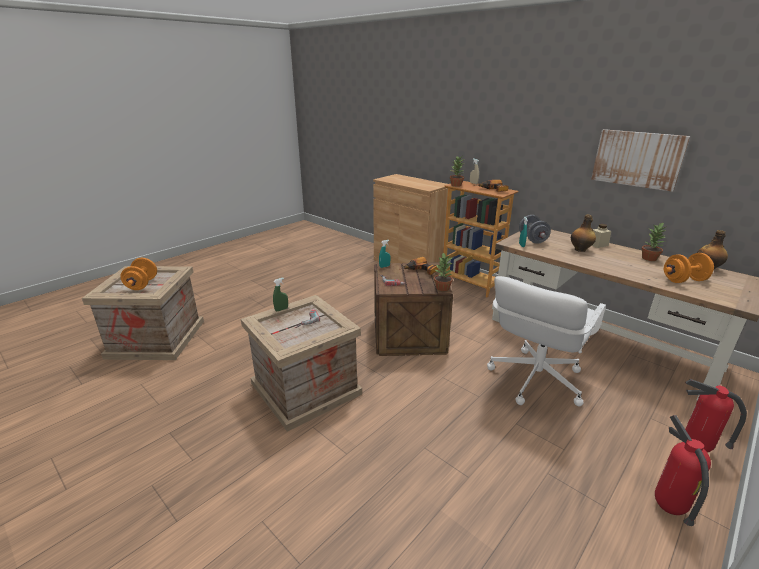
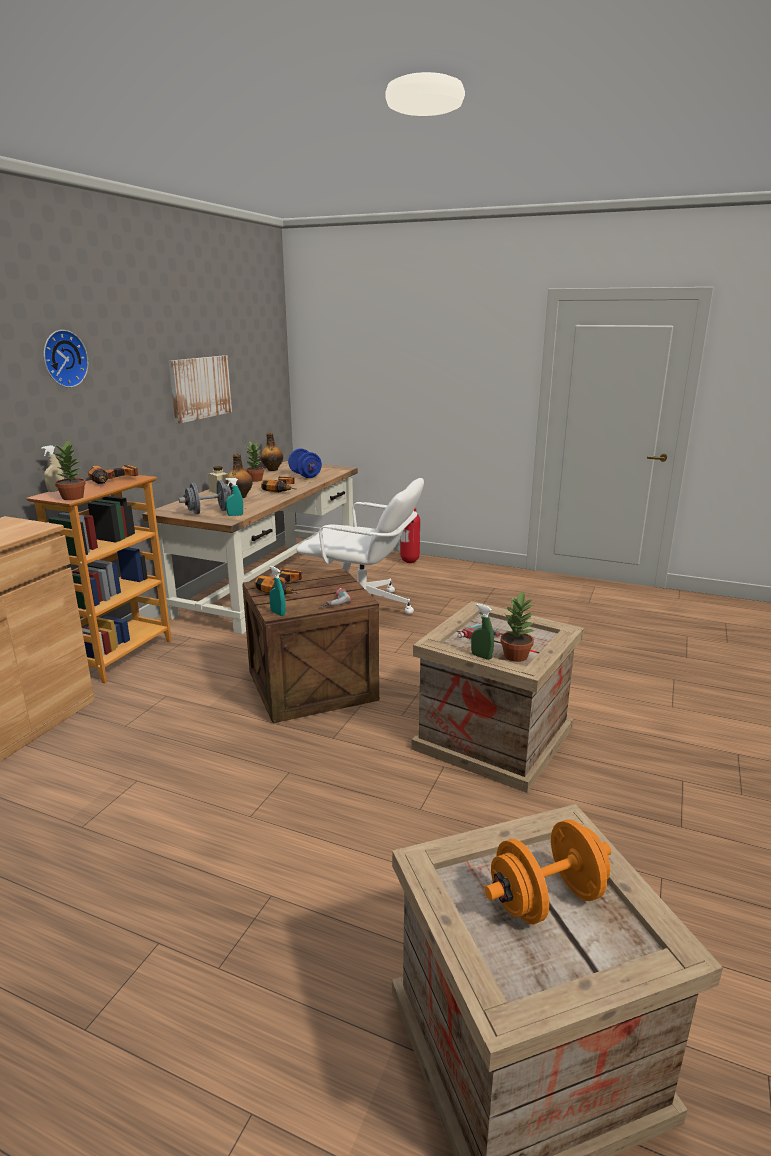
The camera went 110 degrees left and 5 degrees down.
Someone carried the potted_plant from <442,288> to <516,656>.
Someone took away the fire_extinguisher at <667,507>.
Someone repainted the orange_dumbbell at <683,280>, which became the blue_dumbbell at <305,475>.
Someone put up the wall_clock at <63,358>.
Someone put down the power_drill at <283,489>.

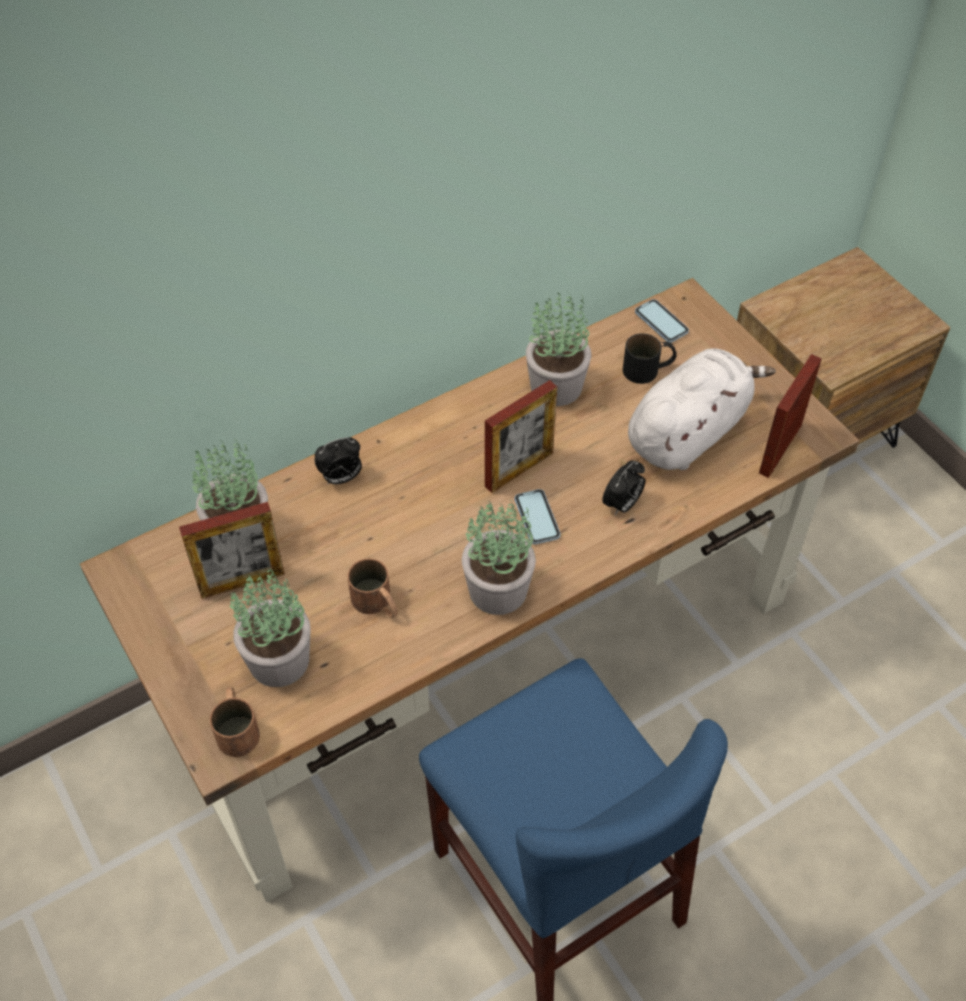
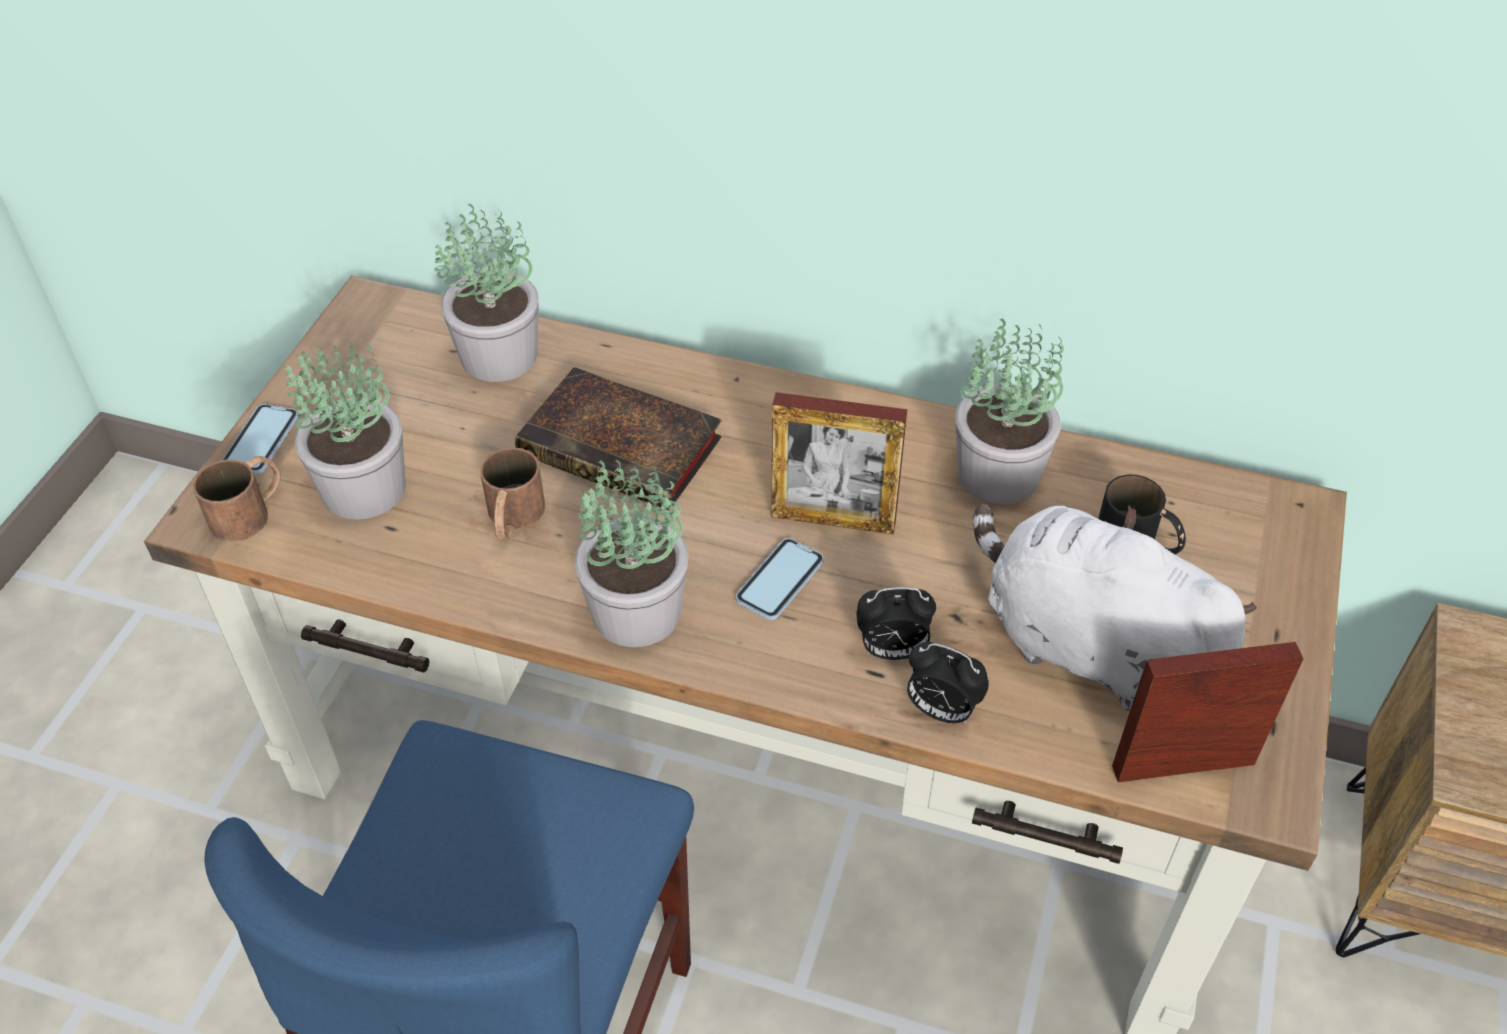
The camera went 50 degrees right and 5 degrees down.
Someone took away the picture_frame at <242,581>.
Someone carried the alarm_clock from <341,478> to <940,710>.
Someone rotated the white_plush_toy at <689,432> by 150 degrees counterclockwise.
Someone carried the phone from <661,322> to <261,441>.
Someone put down the book at <625,447>.

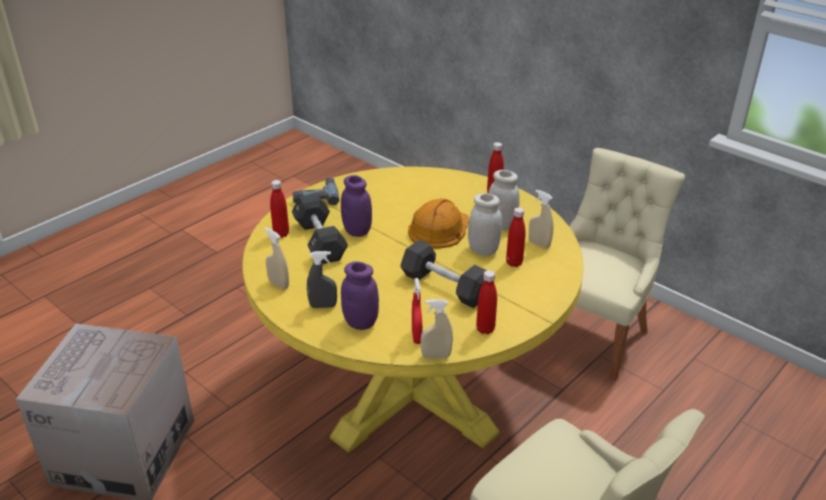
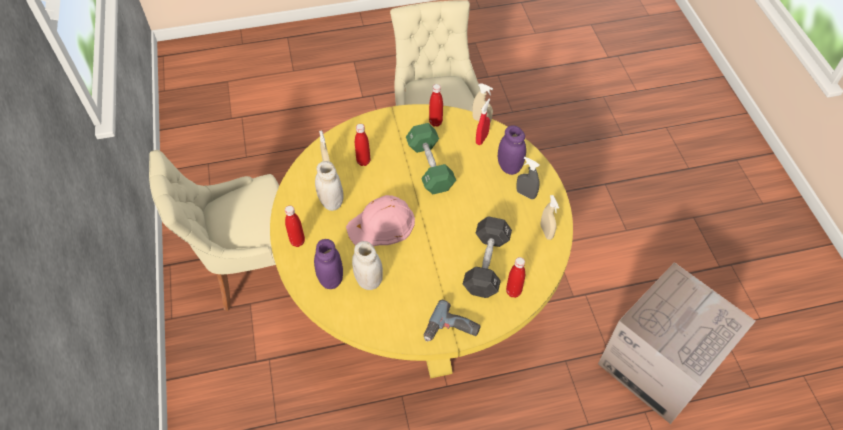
The camera went 145 degrees left and 20 degrees up.
Someone carried the purple_jar from <357,231> to <331,279>.
Someone repainted the black_dumbbell at <445,286>, which became the green_dumbbell at <430,166>.
Someone repainted the orange_hard_hat at <439,228>, which became the pink_hard_hat at <382,225>.
Someone carried the white_jar from <483,250> to <369,280>.

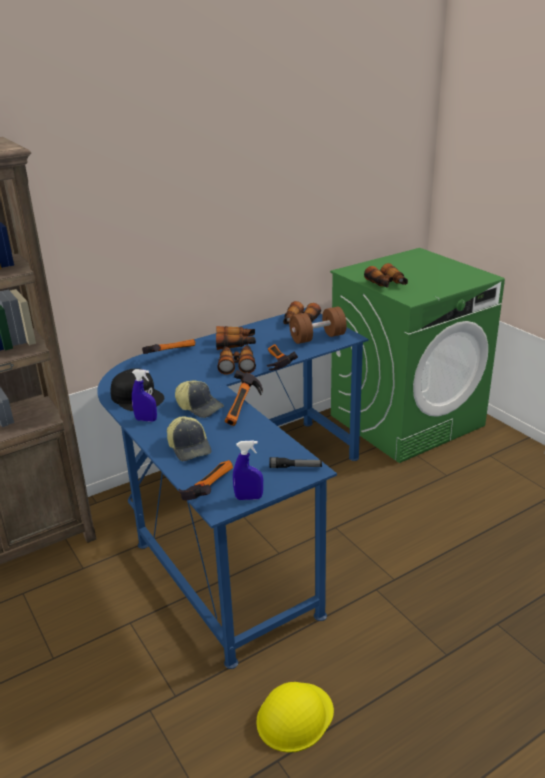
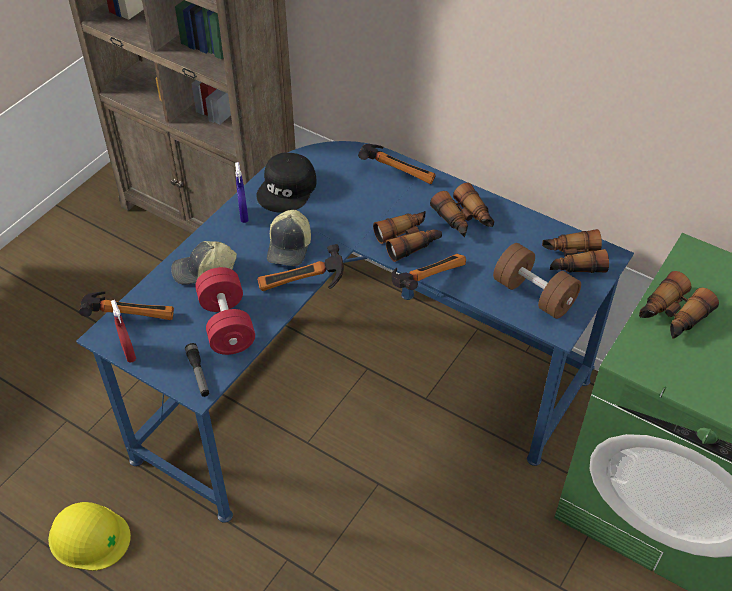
The camera went 65 degrees right and 20 degrees up.
Someone rotated the cap at <190,447> by 45 degrees clockwise.
Someone repainted the blue_spray_bottle at <249,498>, which became the red_spray_bottle at <129,353>.
Someone put down the red_dumbbell at <227,324>.

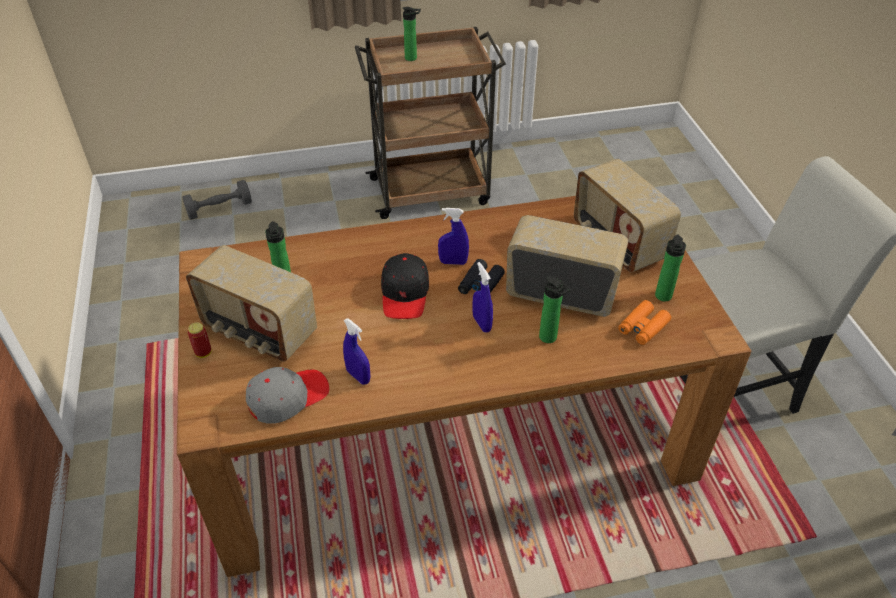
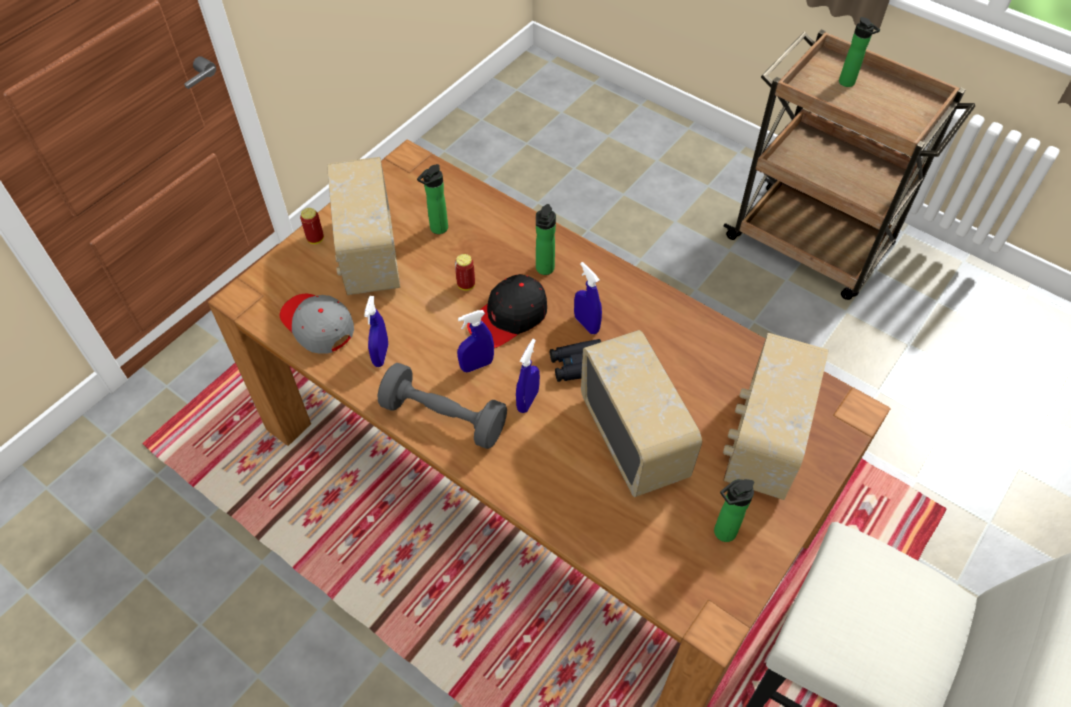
The camera went 50 degrees right and 10 degrees up.
Someone carried the grey_dumbbell from <219,209> to <444,417>.
Someone rotated the grey_cap at <287,397> by 150 degrees counterclockwise.
Someone carried the bottle from <550,338> to <544,270>.
Someone took away the orange_binoculars at <643,327>.
Someone put down the can at <466,285>.
Someone put down the blue_spray_bottle at <477,365>.

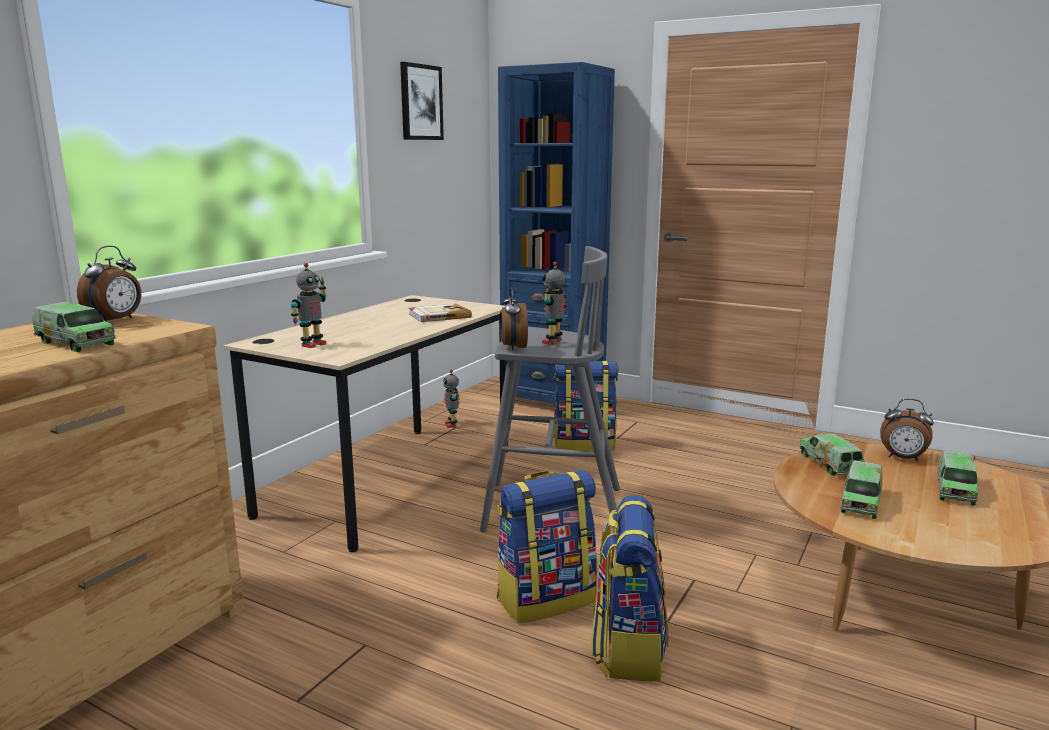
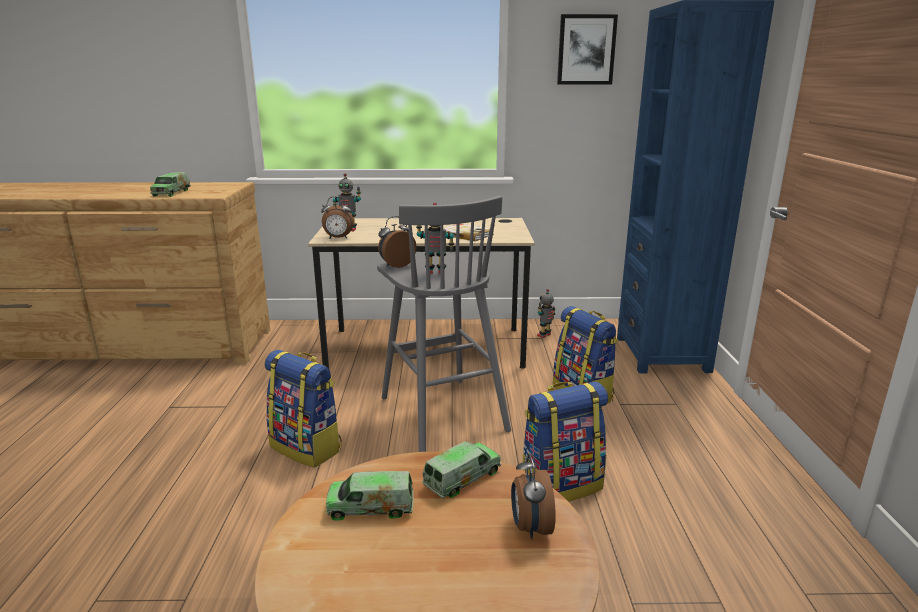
The camera went 60 degrees right and 5 degrees up.
Someone carried the alarm_clock from <116,320> to <338,238>.
Someone carried the backpack from <628,648> to <560,485>.
Someone took away the toy_truck at <955,490>.

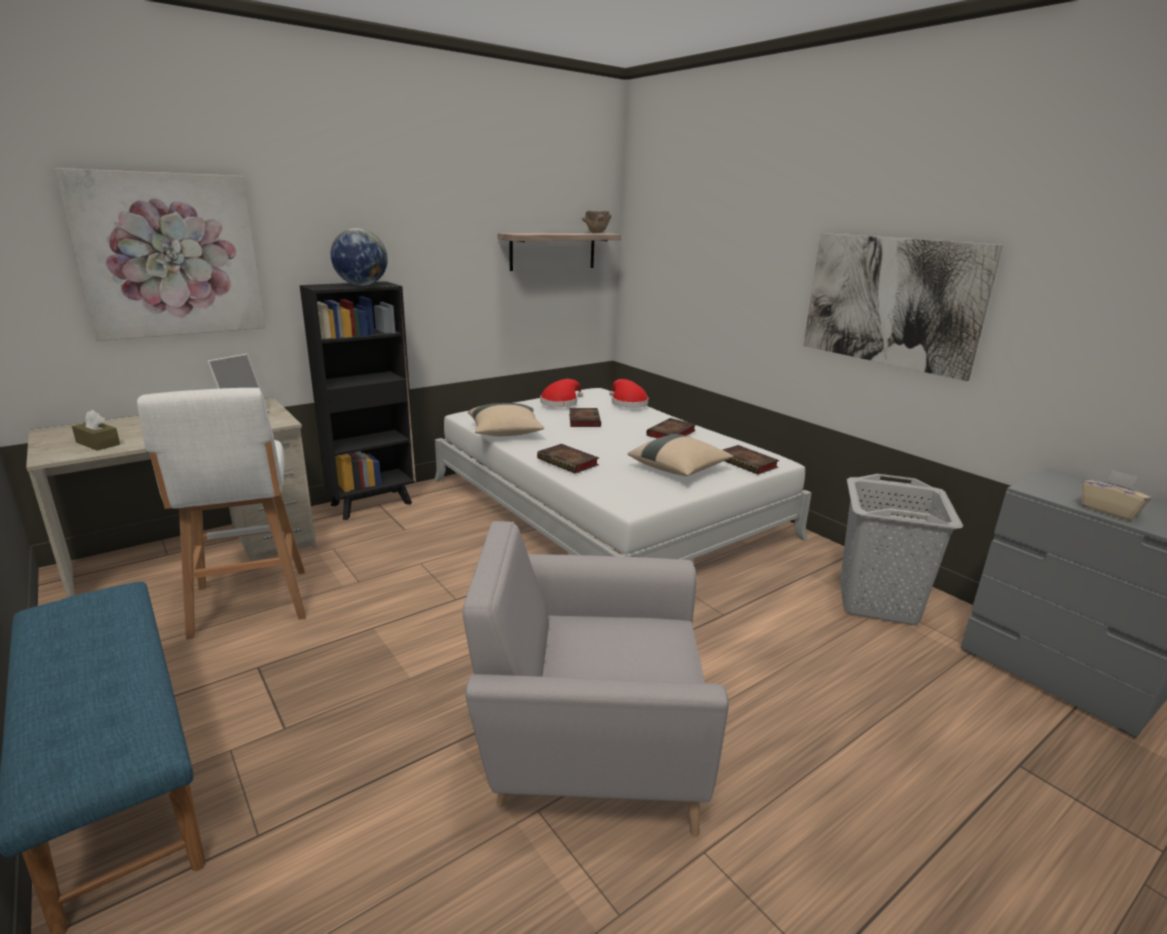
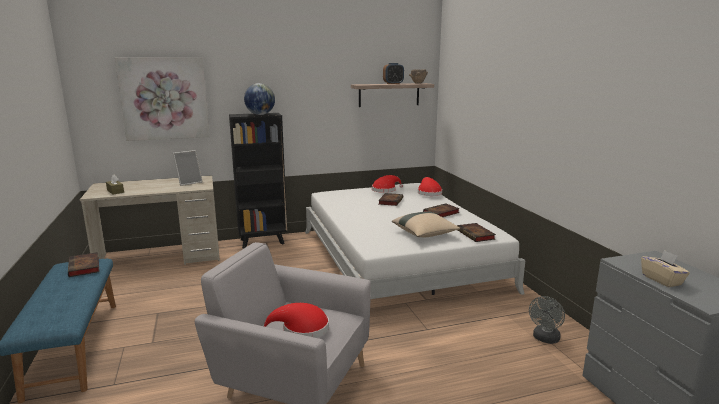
The camera went 20 degrees right and 5 degrees down.
Someone took away the white_stool at <250,605>.
Someone took away the beige_pillow at <505,433>.
Someone carried the book from <569,462> to <84,267>.
Someone took away the picture at <891,301>.
Someone swapped the grey_laundry_basket at <878,602> for the grey_fan at <545,339>.
Someone put down the red_hat at <301,329>.
Someone put down the alarm_clock at <393,84>.

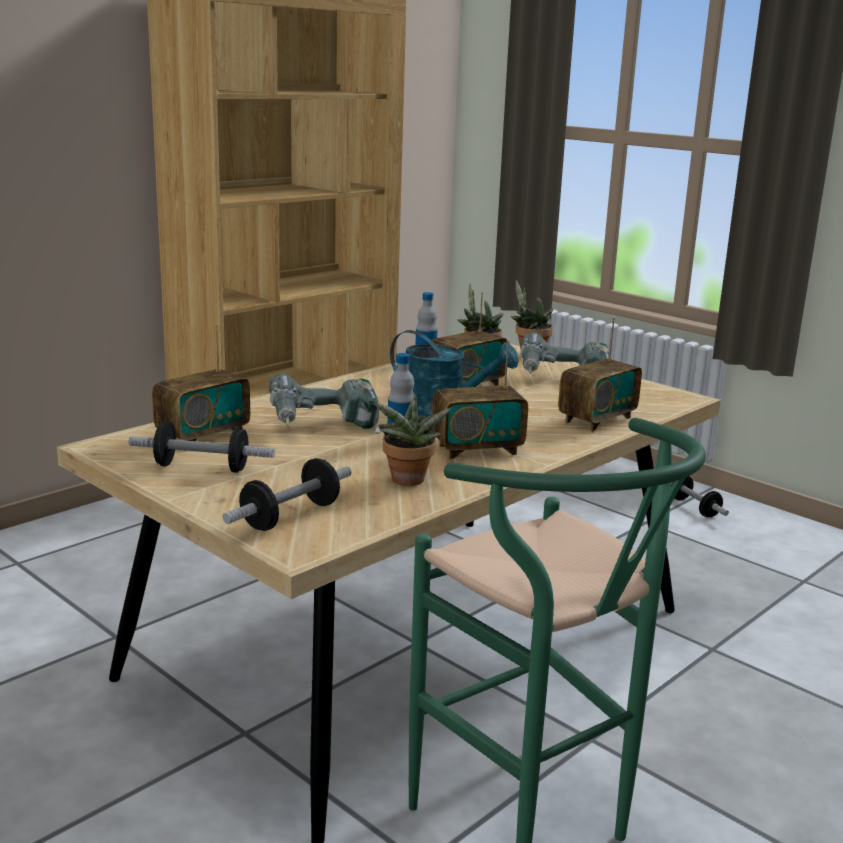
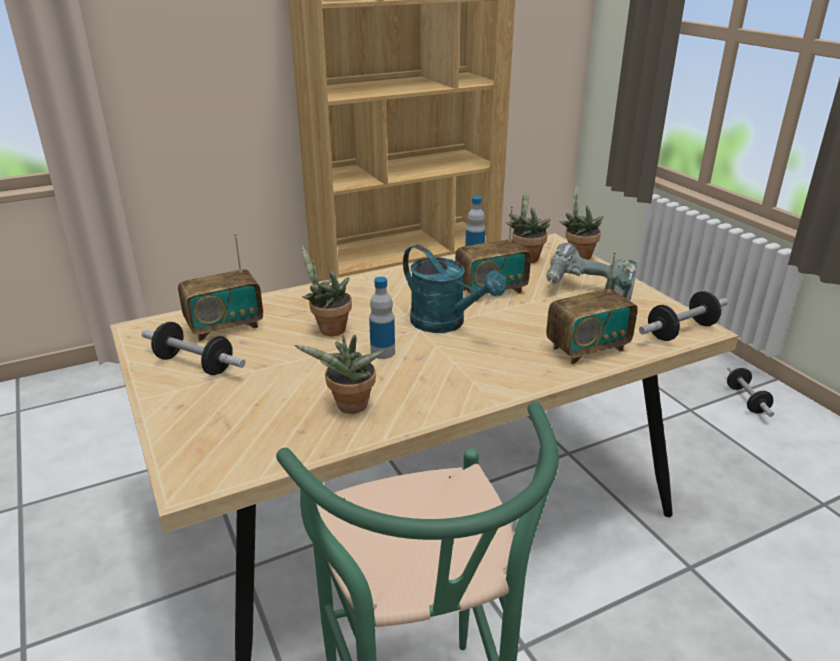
The camera went 20 degrees right and 10 degrees up.
Someone carried the dumbbell from <290,516> to <681,331>.
Someone swapped the power_drill at <324,428> for the potted_plant at <328,329>.
Someone took away the radio at <477,449>.

